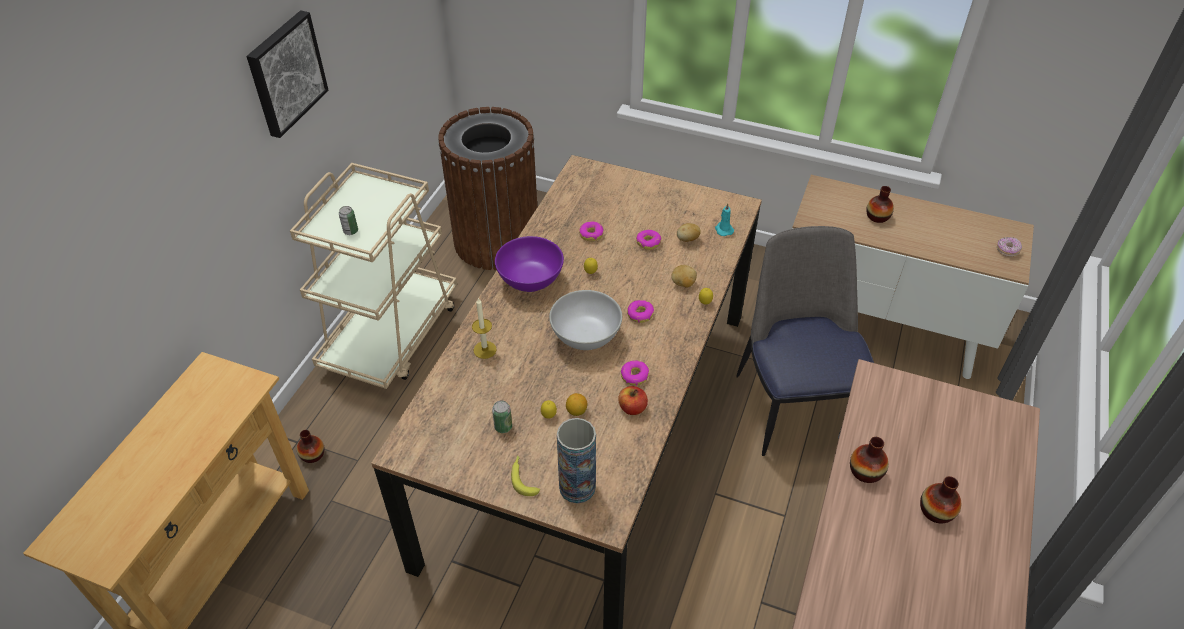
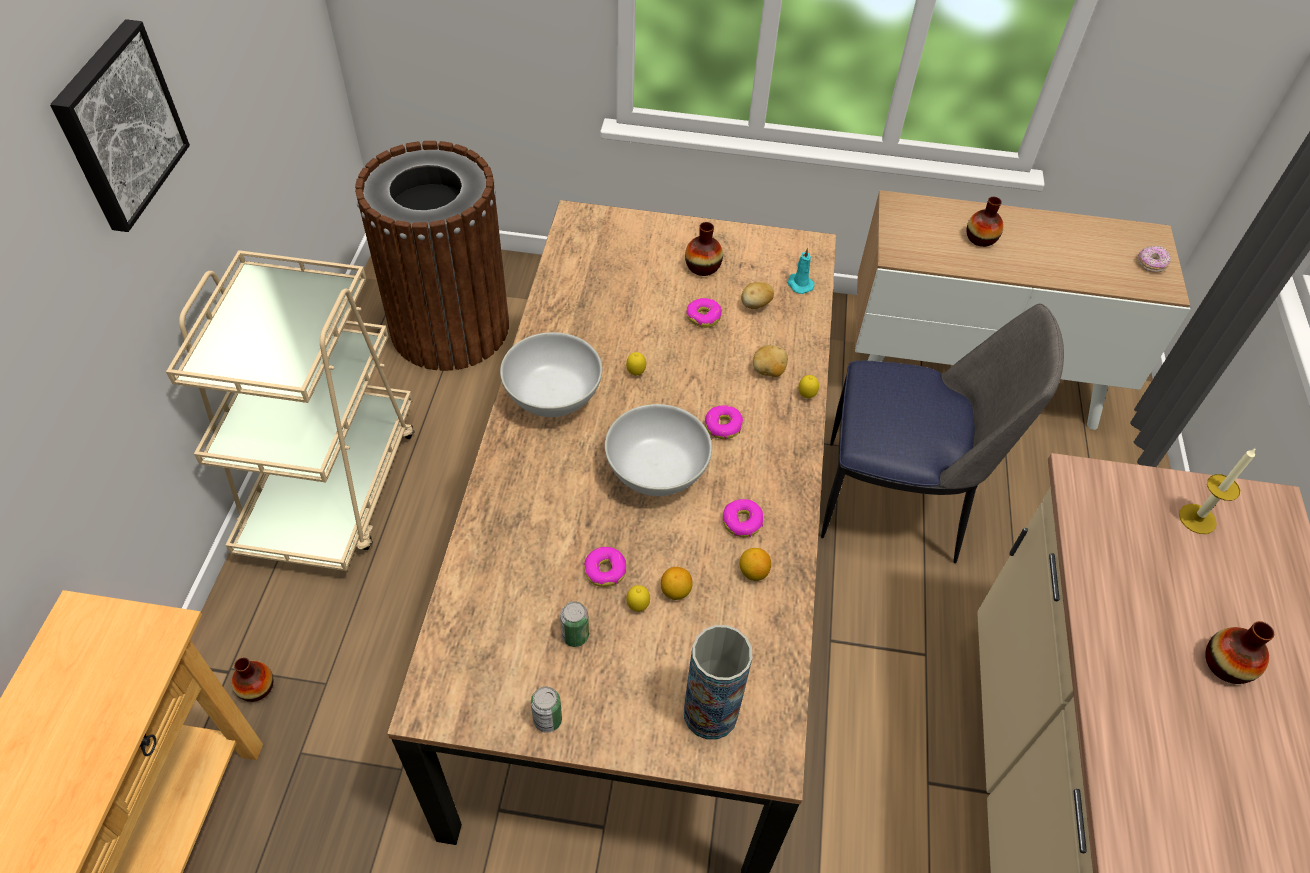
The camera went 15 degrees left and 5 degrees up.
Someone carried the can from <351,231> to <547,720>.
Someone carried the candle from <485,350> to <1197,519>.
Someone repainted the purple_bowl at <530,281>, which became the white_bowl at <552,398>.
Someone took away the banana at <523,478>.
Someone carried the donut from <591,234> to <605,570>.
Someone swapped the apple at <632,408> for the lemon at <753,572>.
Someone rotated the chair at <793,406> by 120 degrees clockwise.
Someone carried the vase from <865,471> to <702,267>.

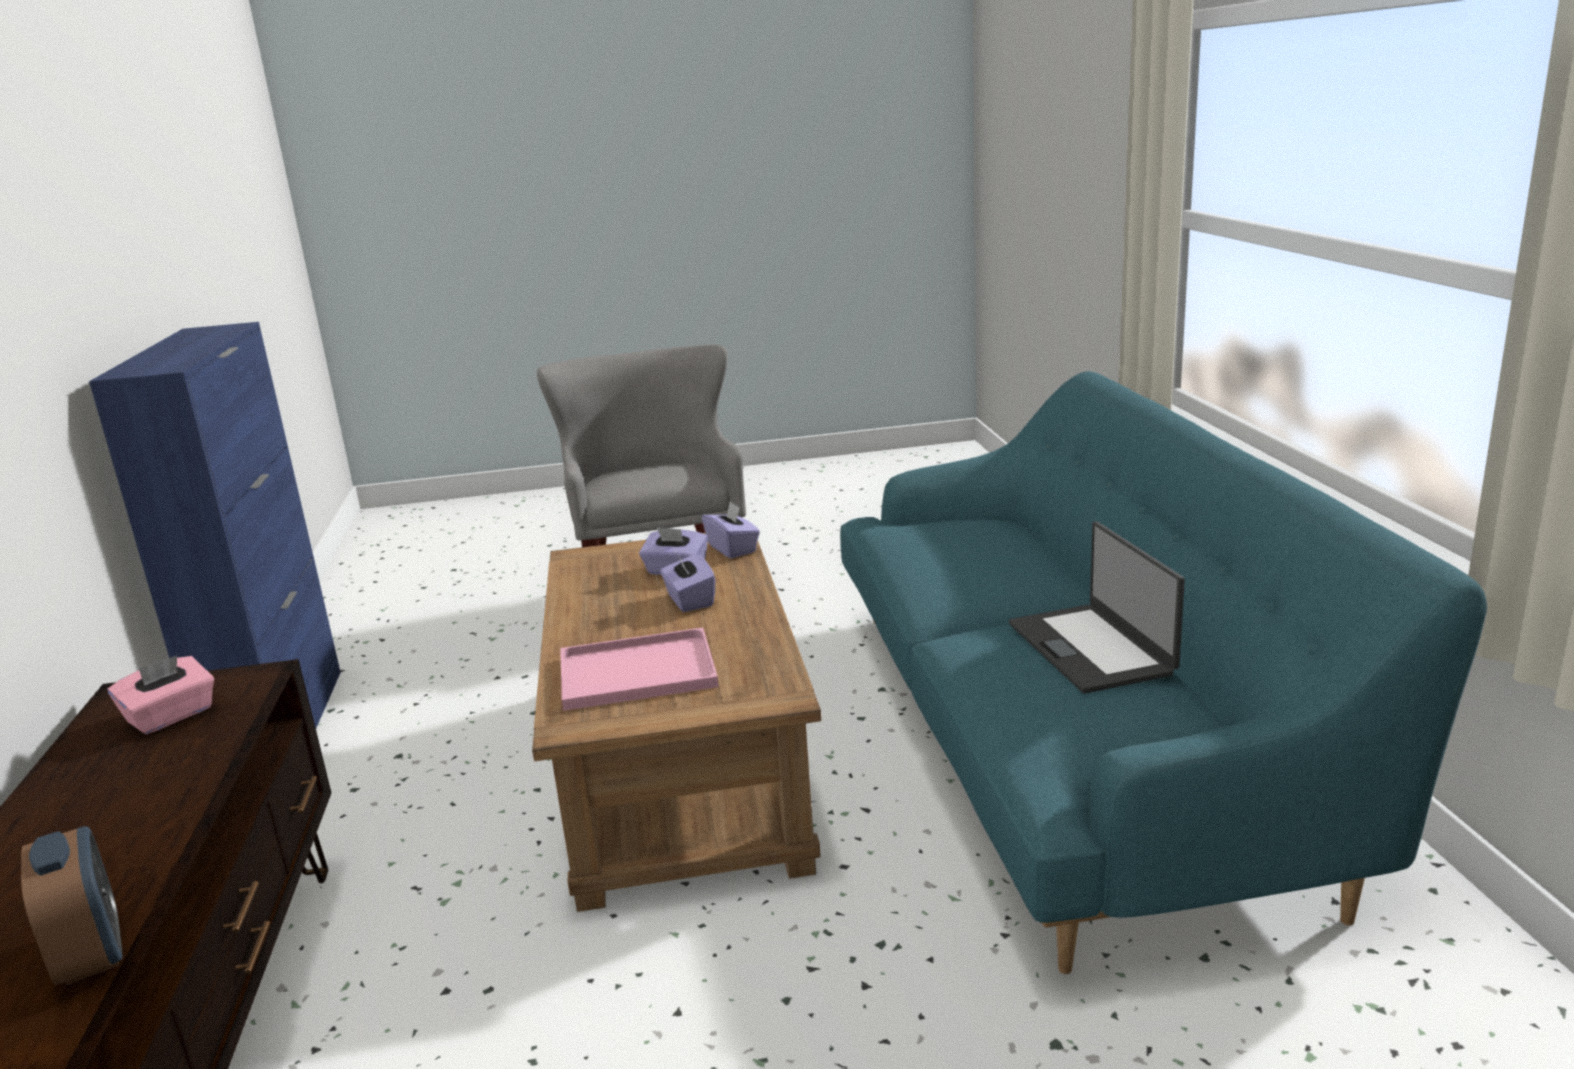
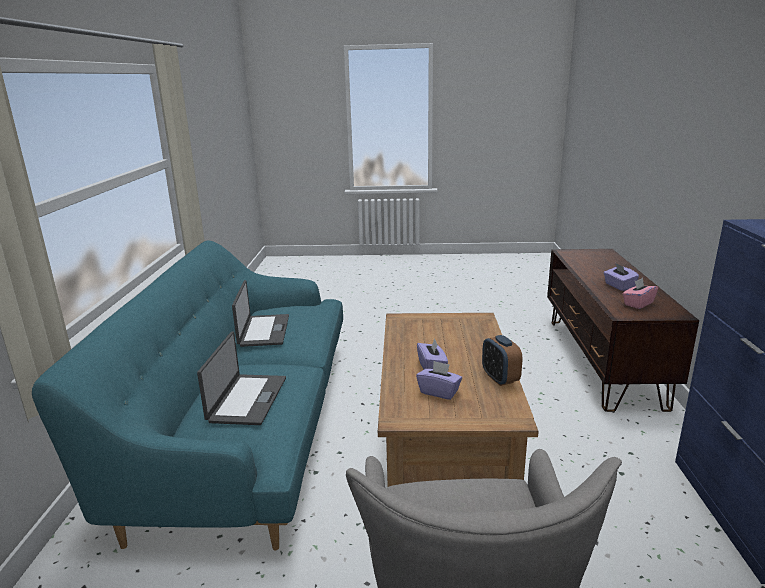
The camera went 170 degrees left and 0 degrees up.
Someone carried the alarm_clock from <91,955> to <500,378>.
Someone took away the pink_tray at <634,673>.
Someone carried the purple_tissue_box from <733,548> to <619,286>.
Someone put down the laptop at <246,399>.

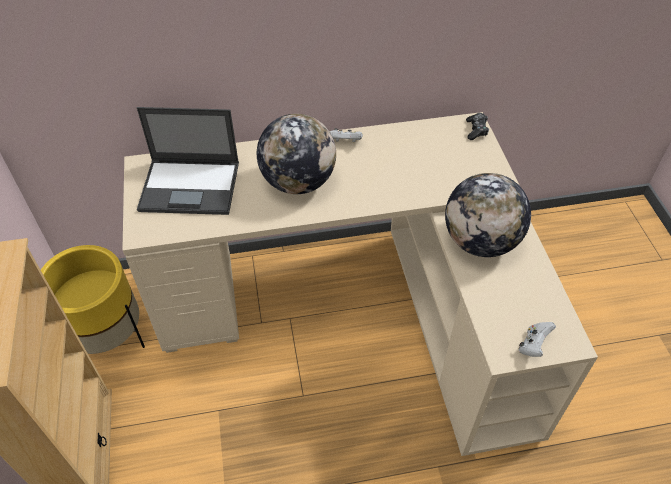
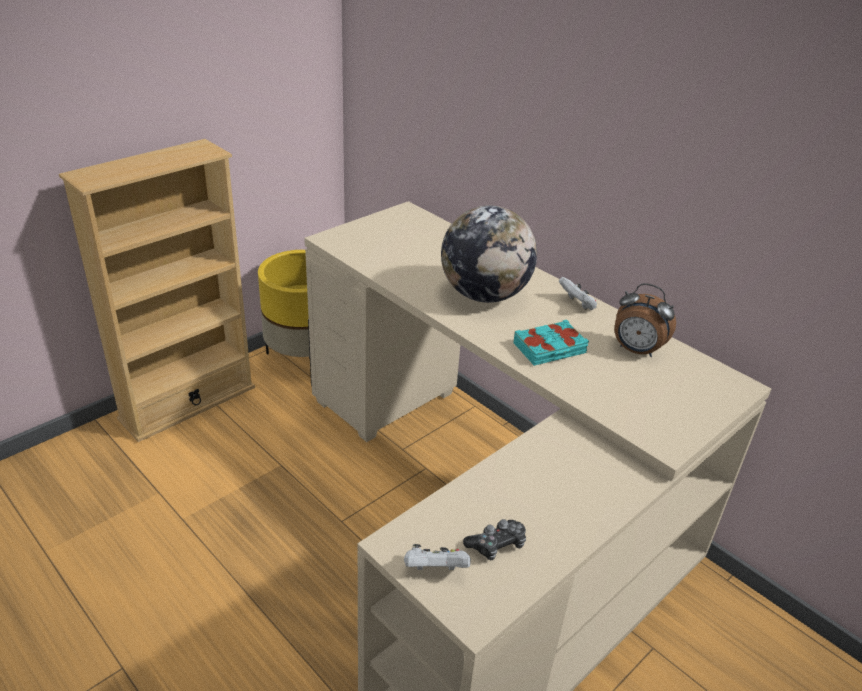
The camera went 55 degrees right and 15 degrees down.
Someone took away the laptop at <191,186>.
Someone took away the globe at <480,242>.
Someone carried the game_controller from <476,130> to <497,545>.
Someone put down the turquoise_book at <550,348>.
Someone put down the alarm_clock at <636,351>.

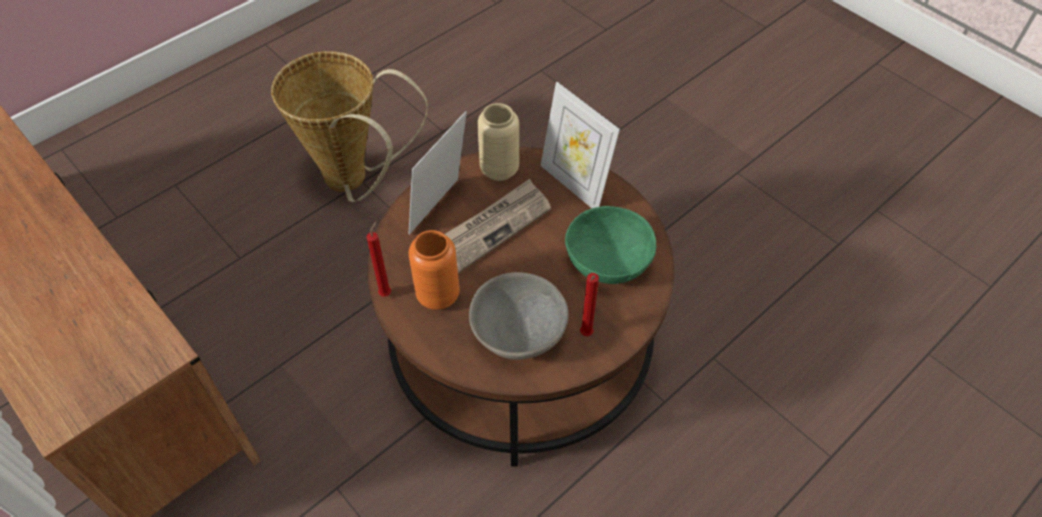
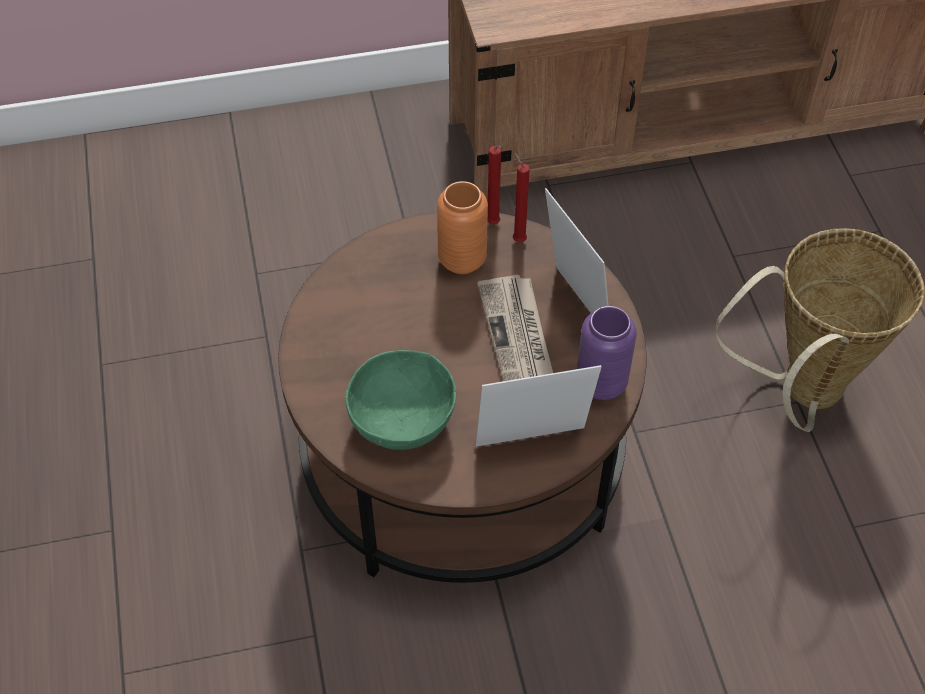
The camera went 120 degrees right and 0 degrees up.
Someone took away the grey_bowl at <520,332>.
Someone repainted the beige_vase at <499,170>, which became the purple_vase at <601,384>.
Someone carried the red_candle from <585,335> to <517,239>.

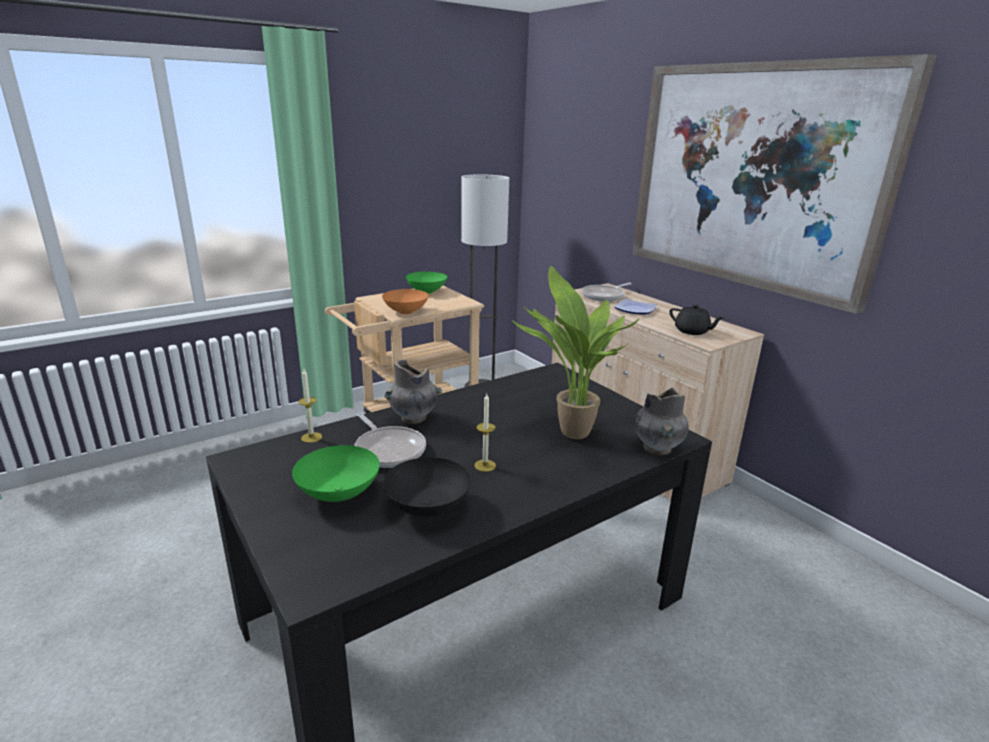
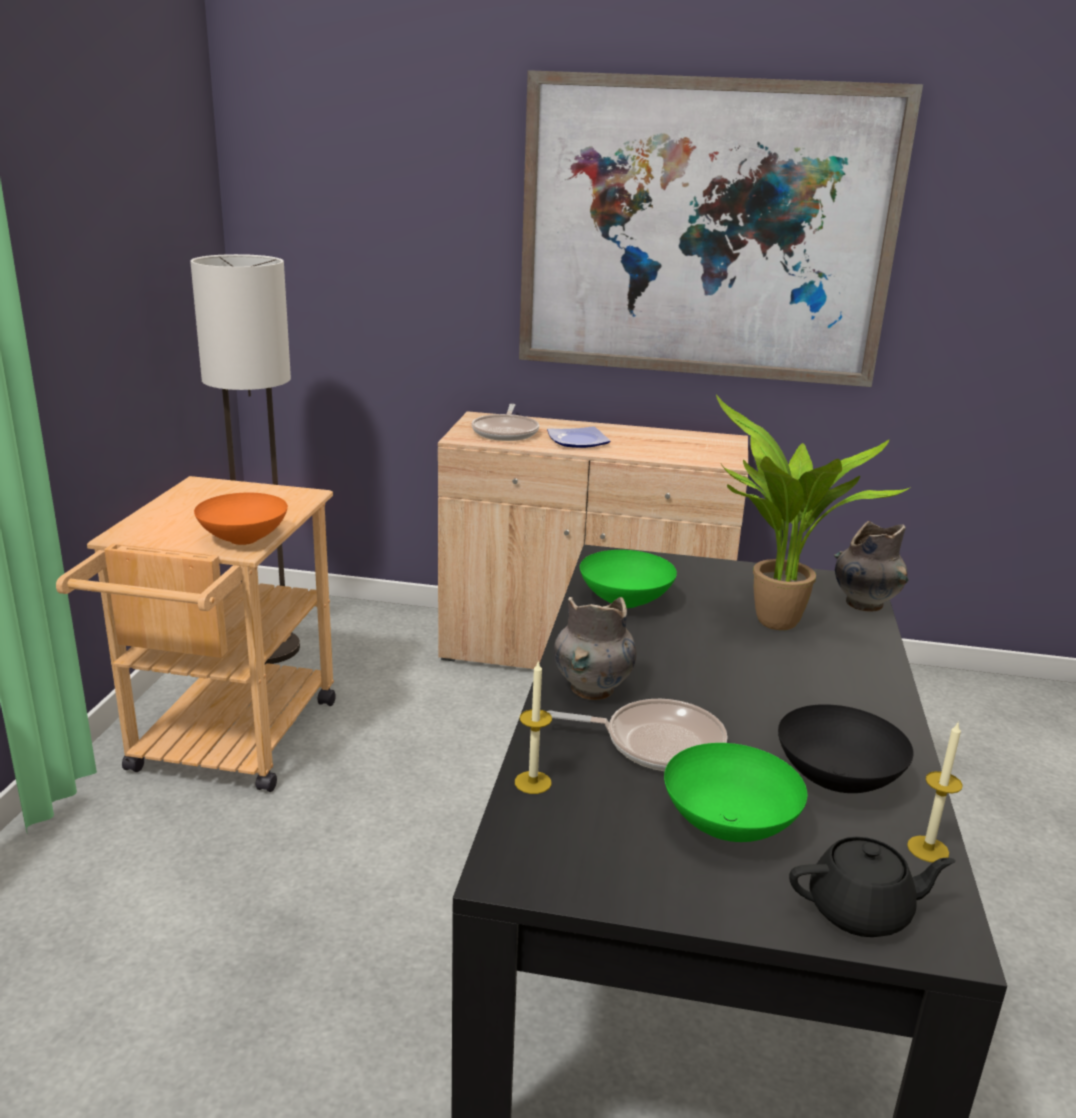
The camera went 45 degrees left and 0 degrees up.
Someone carried the green_bowl from <427,292> to <626,601>.
Someone carried the candle from <485,465> to <928,849>.
Someone carried the black_teapot from <692,331> to <861,911>.

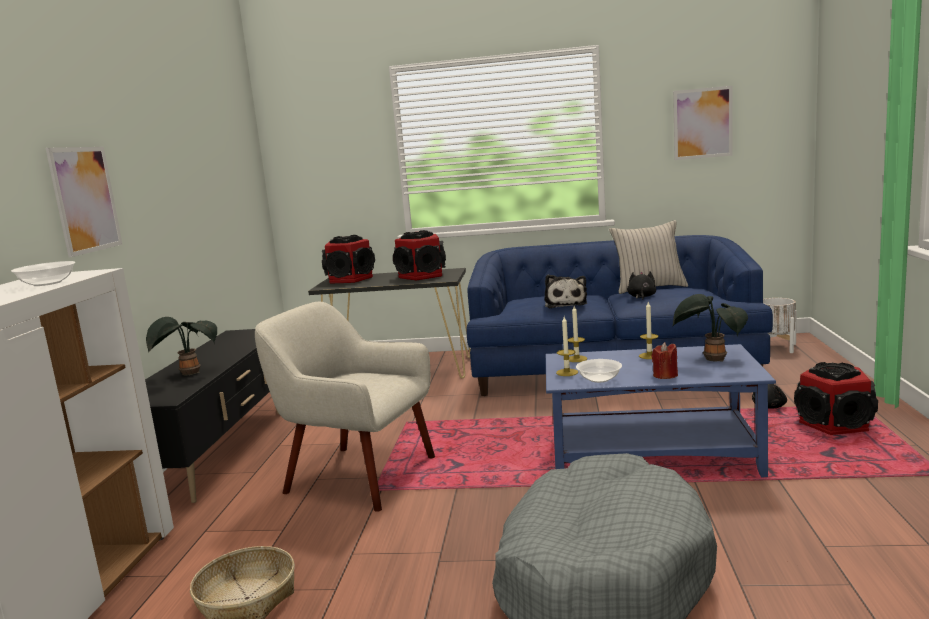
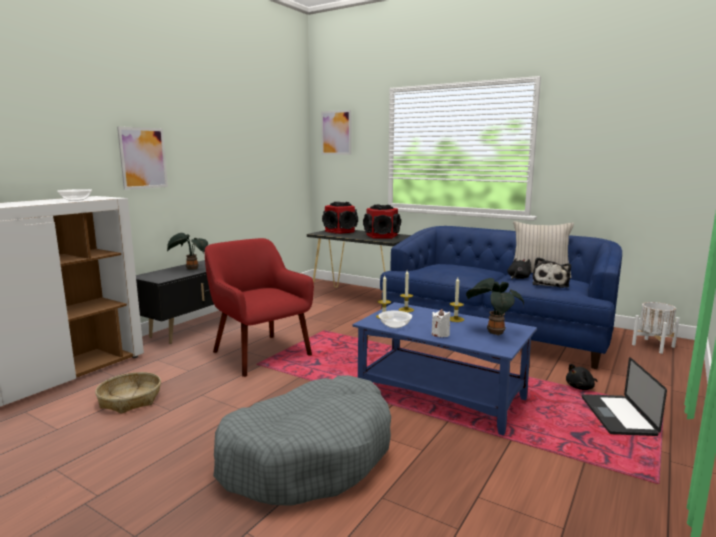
The camera went 25 degrees right and 0 degrees up.
Someone repainted the beige_armchair at <358,475>, which became the red_armchair at <260,353>.
Someone carried the plush_toy from <565,304> to <551,284>.
Someone repainted the red_candle at <665,375>, which became the white_candle at <440,334>.
Someone carried the picture from <702,123> to <336,132>.
Someone swapped the speaker at <835,424> for the laptop at <617,416>.

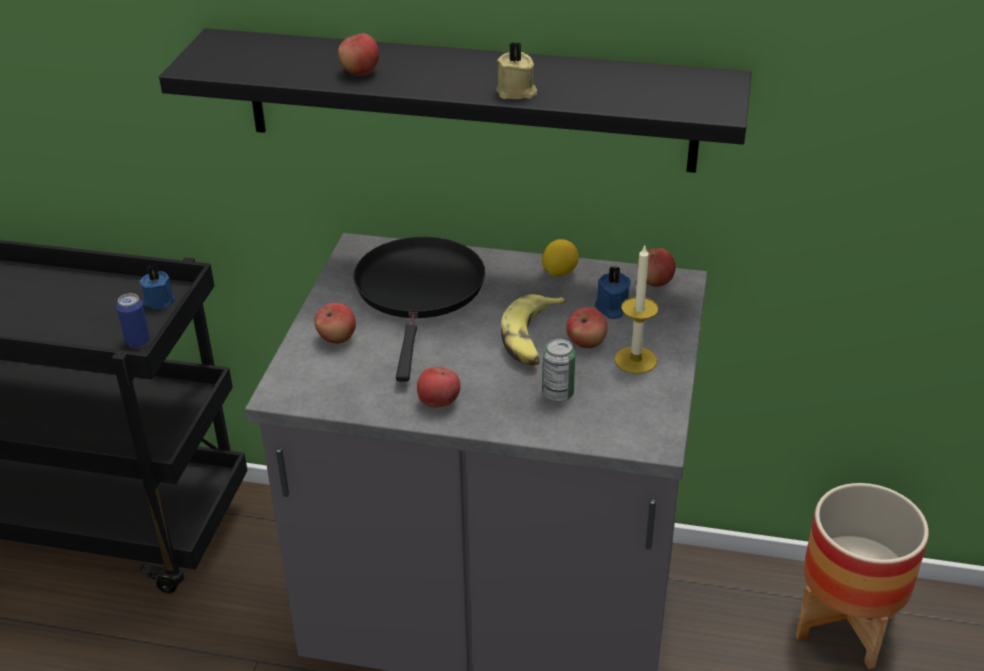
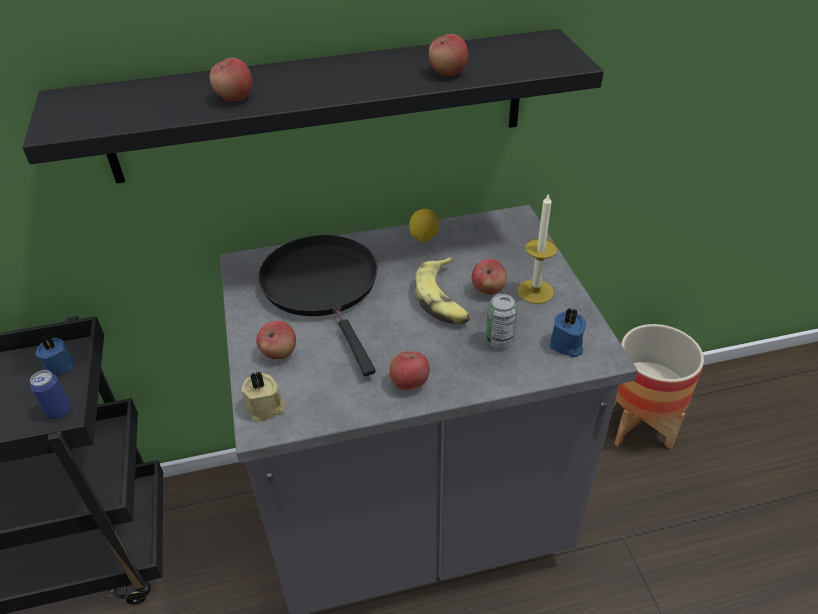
The camera went 25 degrees left and 5 degrees up.
Someone carried the beige_candle from <516,92> to <266,408>.
Someone carried the blue_candle from <612,308> to <566,345>.
Someone carried the apple from <655,282> to <448,73>.

